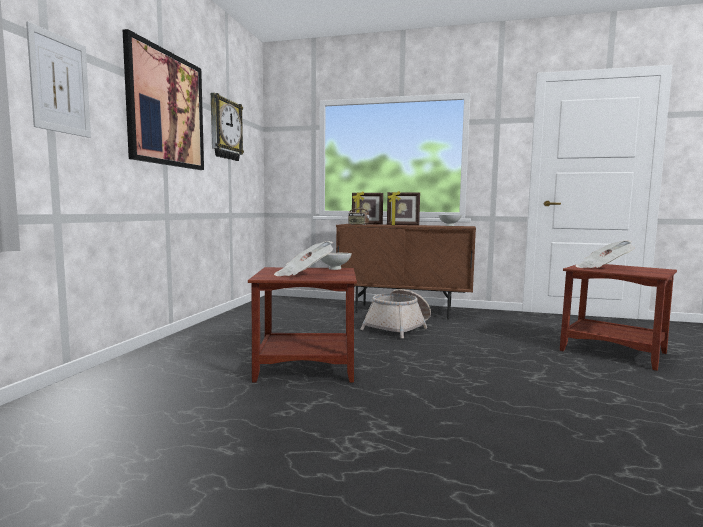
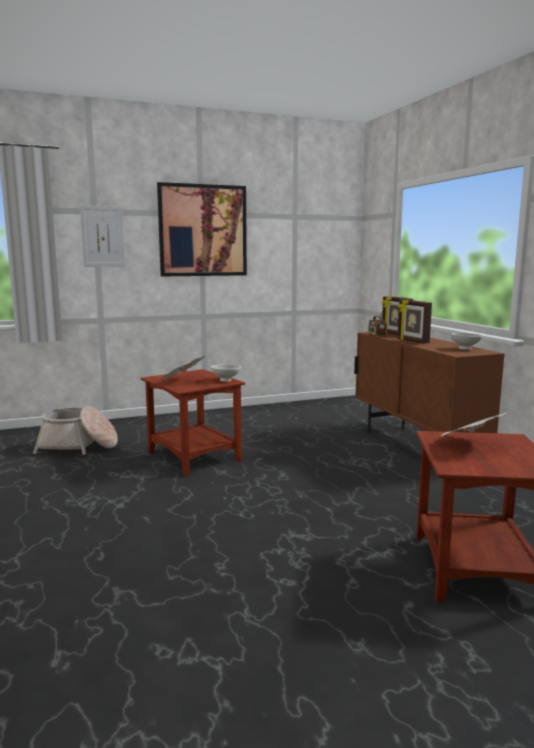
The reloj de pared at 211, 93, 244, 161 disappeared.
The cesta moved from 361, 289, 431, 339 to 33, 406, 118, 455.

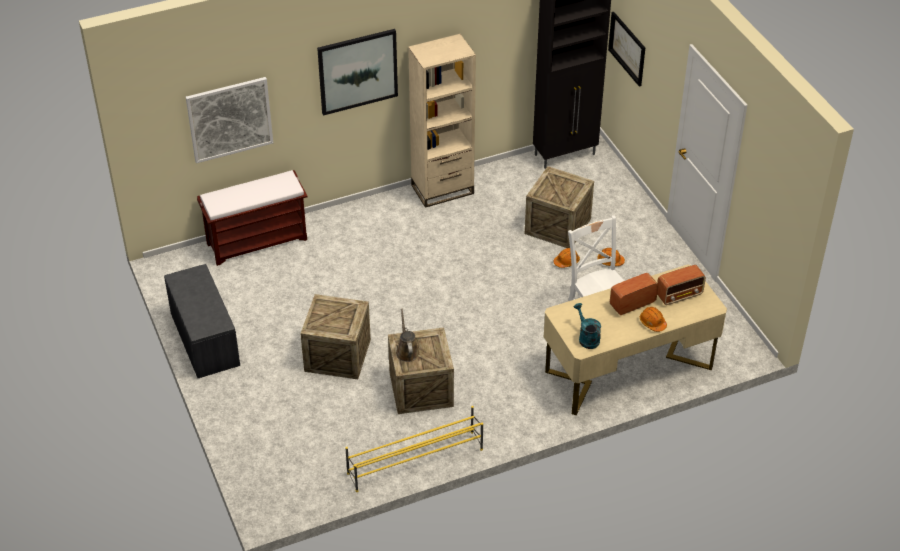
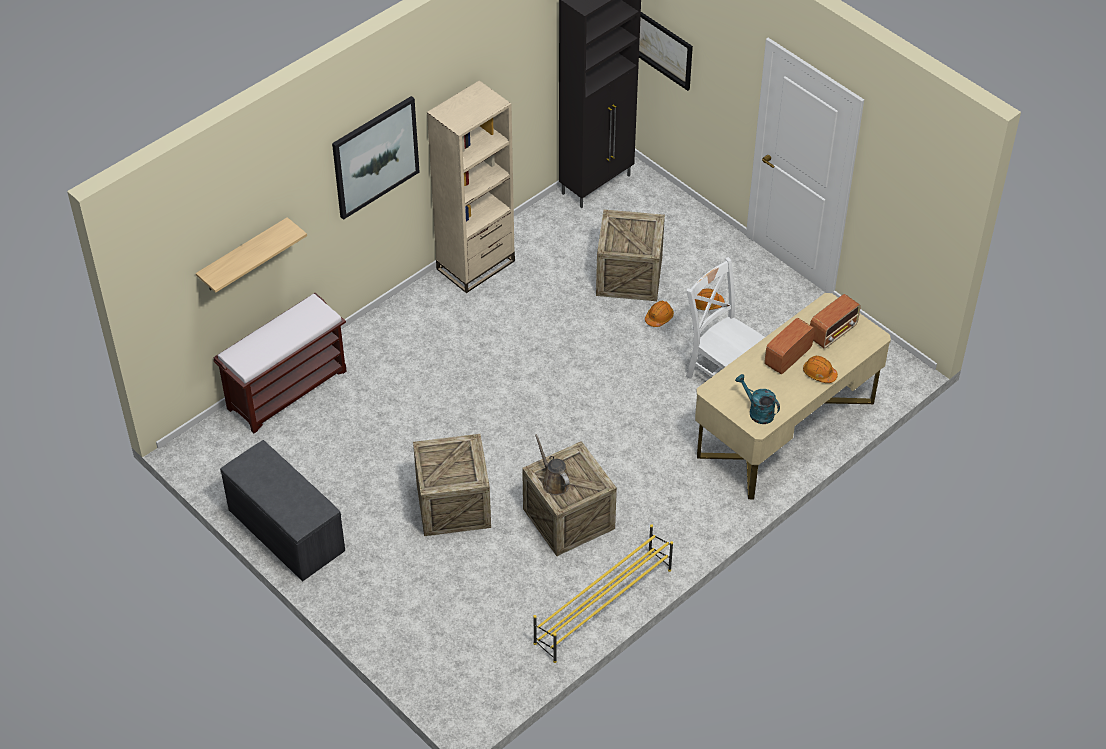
The cuadro at 186, 77, 273, 163 was replaced by the estante at 196, 217, 307, 293.

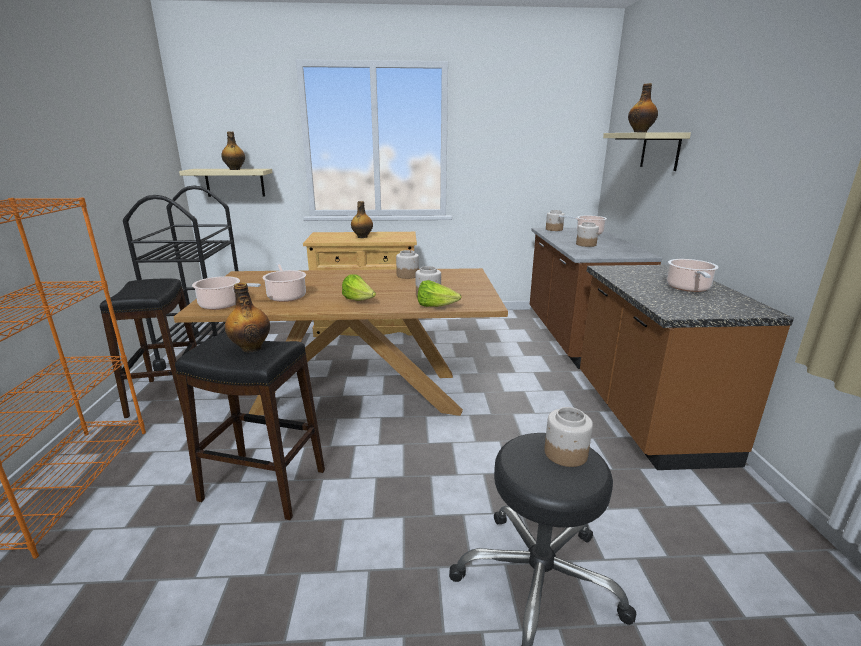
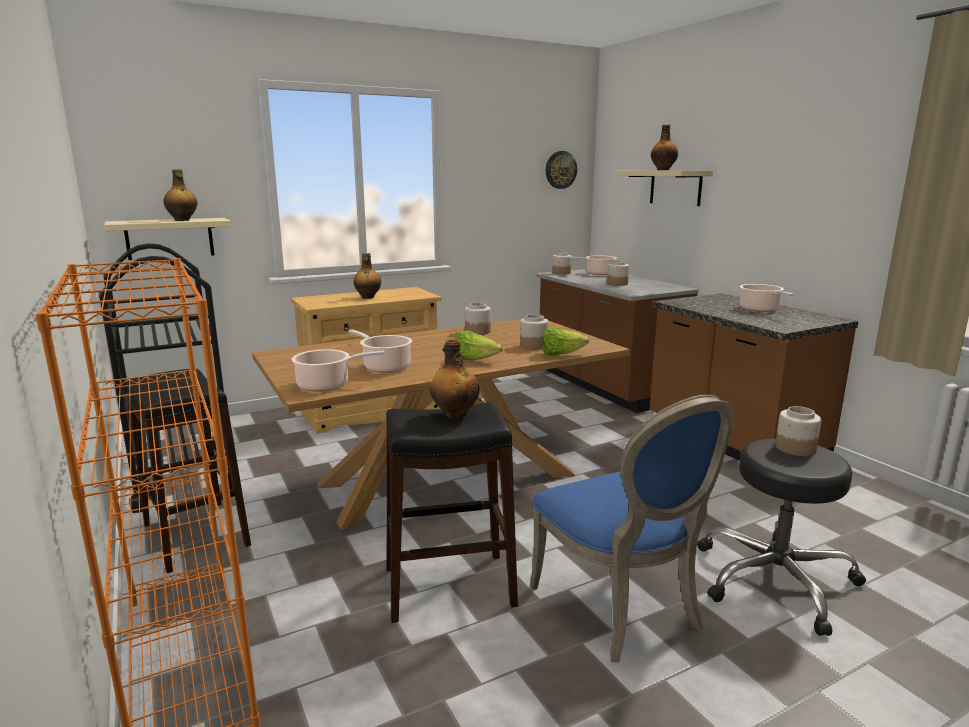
The reloj de pared at 546, 151, 577, 189 appeared.
The silla/azul at 530, 395, 735, 662 appeared.

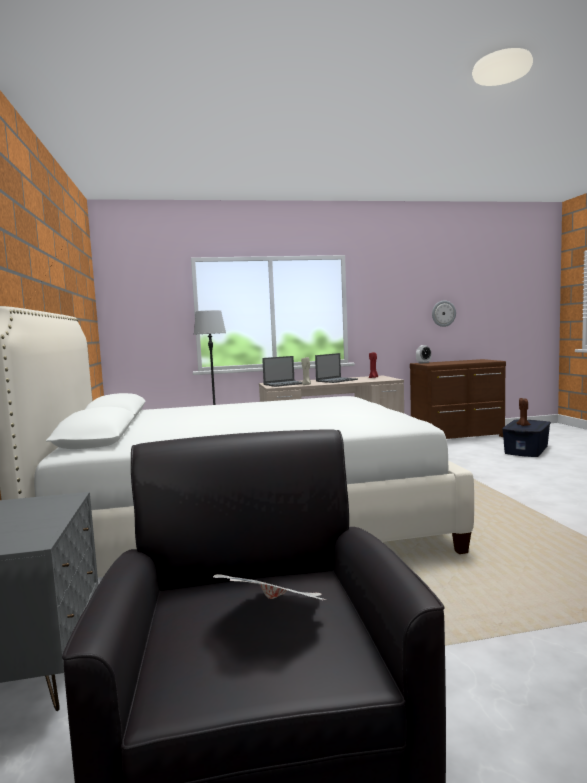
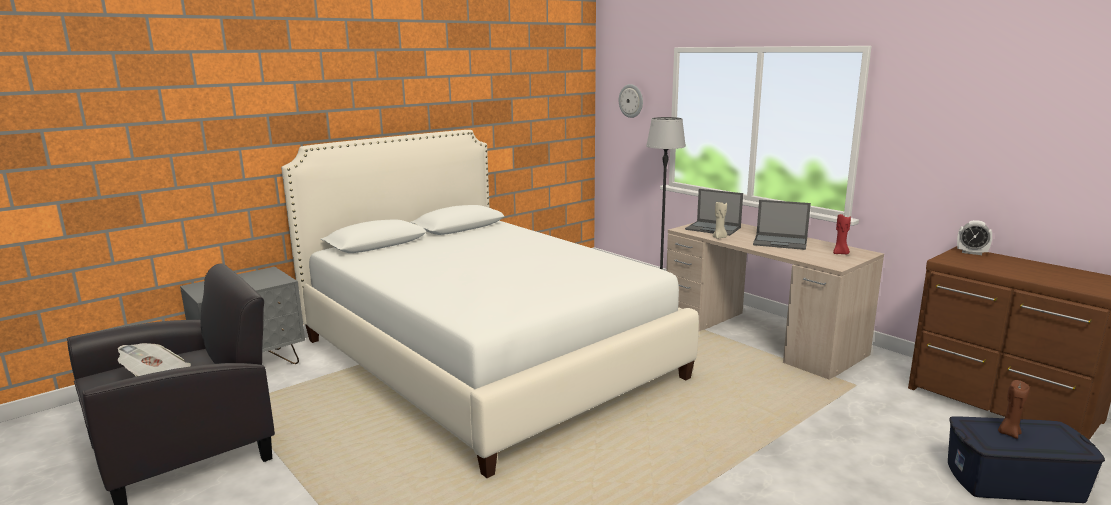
The reloj de pared moved from 432, 300, 456, 327 to 619, 84, 643, 118.

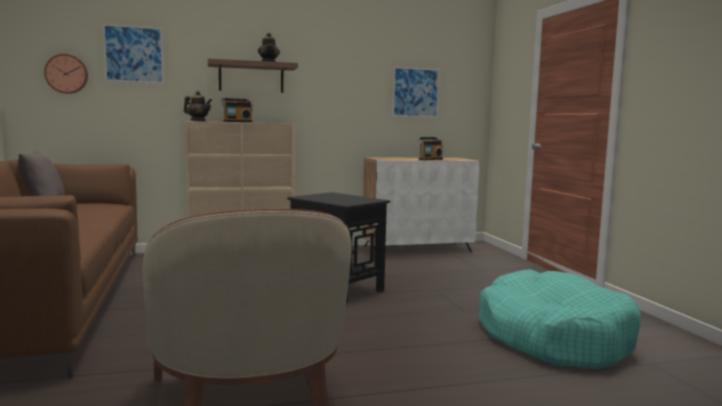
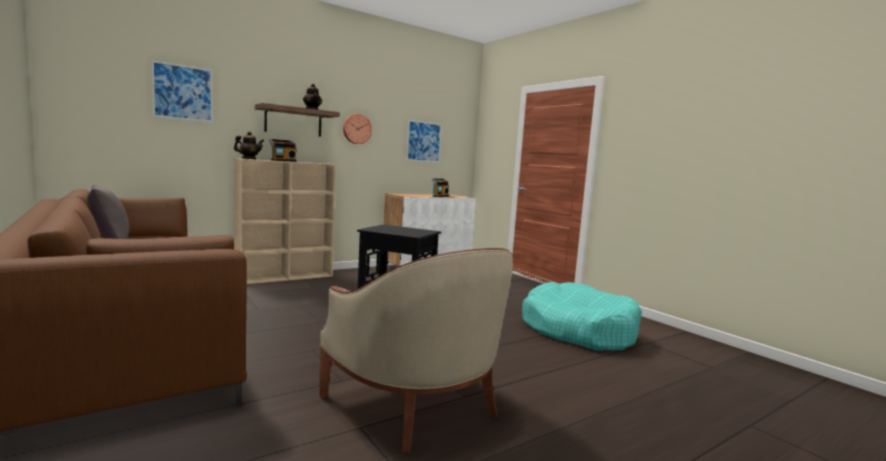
The reloj de pared moved from 44, 54, 88, 94 to 343, 114, 372, 144.

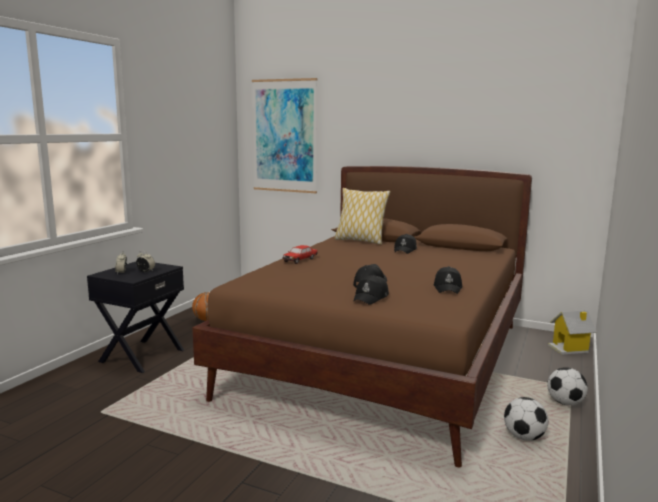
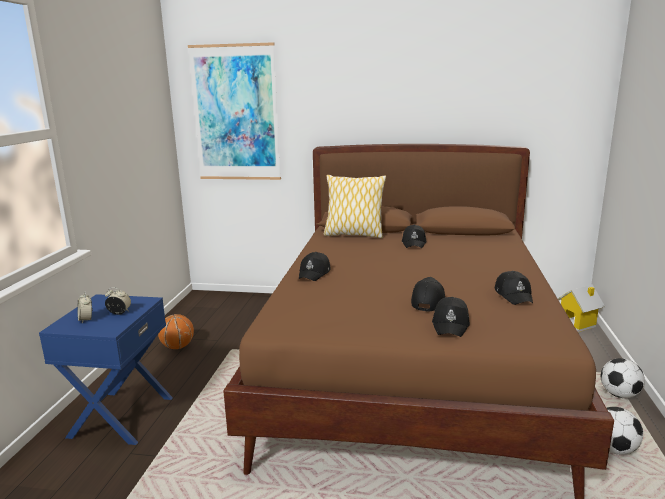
The coche de juguete at 282, 245, 318, 264 was replaced by the gorra/negro at 299, 252, 331, 281.
The mesita de noche/negro at 87, 262, 184, 373 became the mesita de noche/azul at 39, 294, 173, 445.

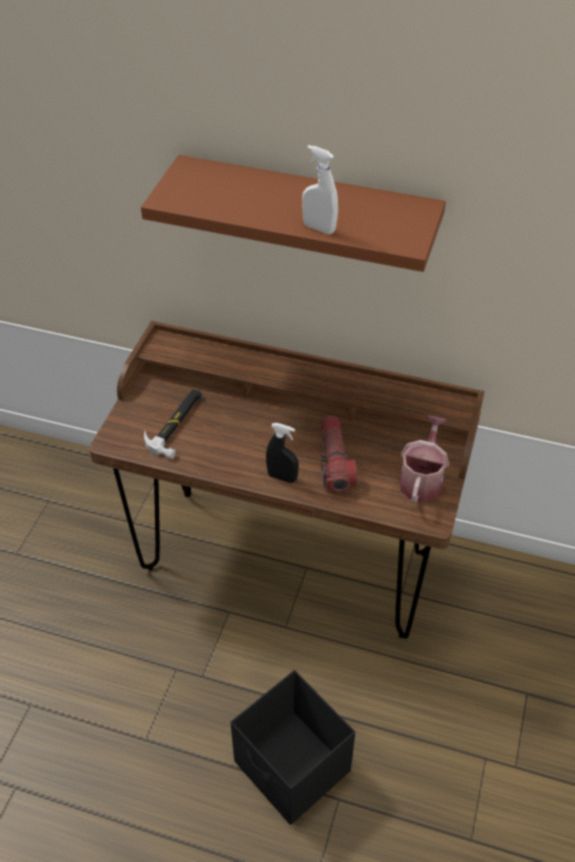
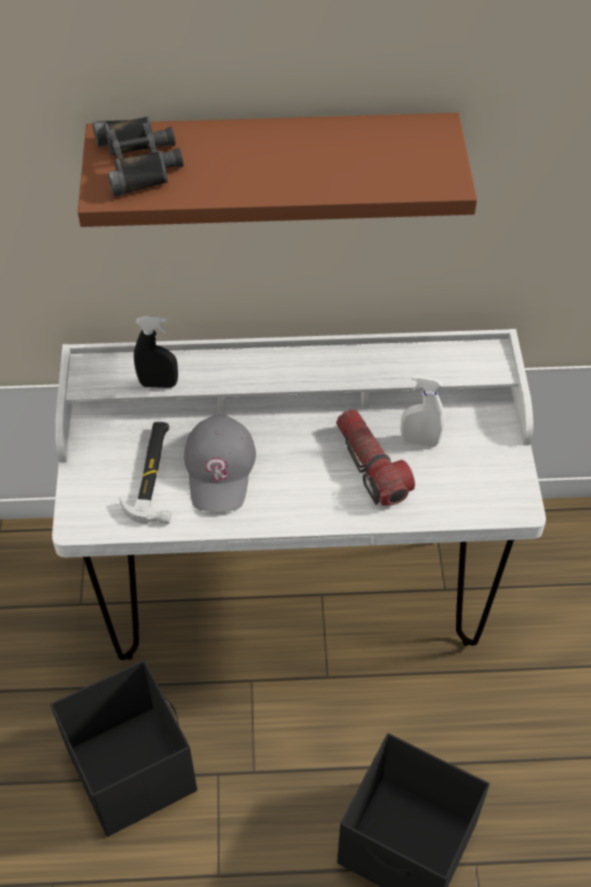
The pulverizador/blanco moved from 302, 145, 338, 234 to 401, 376, 445, 447.
The escritorio/marrón at 89, 321, 485, 639 became the escritorio/blanco at 52, 329, 546, 660.
The regadera at 399, 415, 449, 503 disappeared.
The pulverizador/negro moved from 266, 423, 299, 483 to 134, 317, 178, 388.
The prismáticos/negro at 93, 116, 183, 197 appeared.
The gorra/gris at 184, 415, 256, 511 appeared.
The caja de almacenaje/negro at 50, 660, 197, 837 appeared.

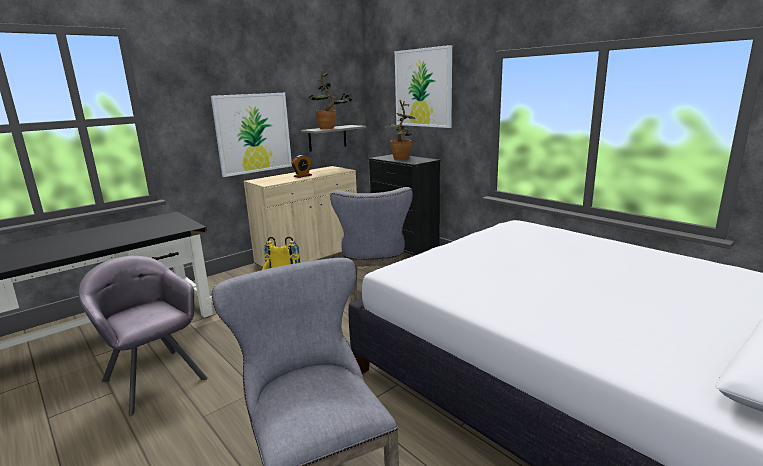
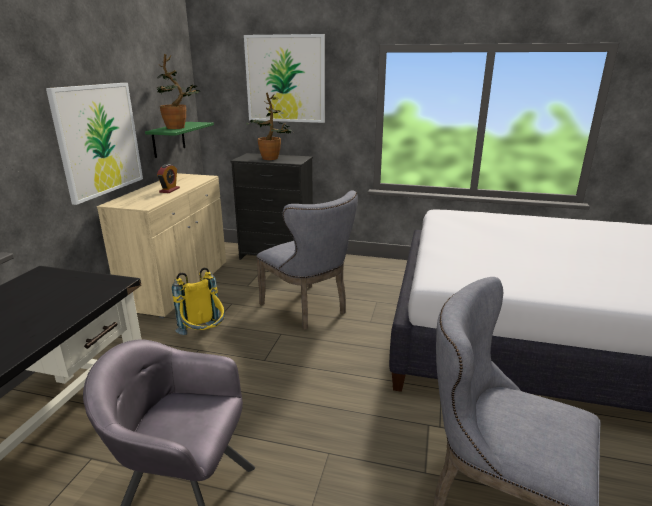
The estante/gris at 301, 125, 367, 151 became the estante/verde at 145, 122, 214, 158.

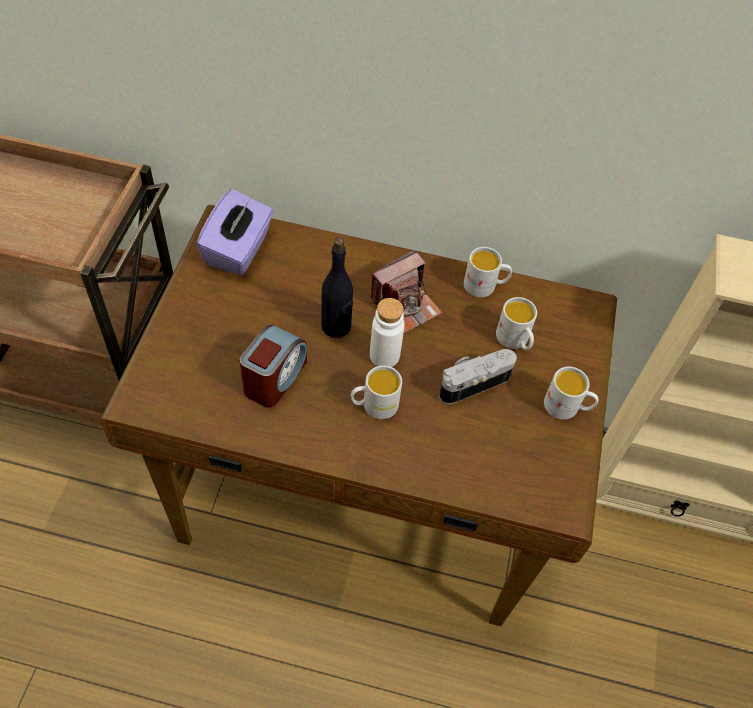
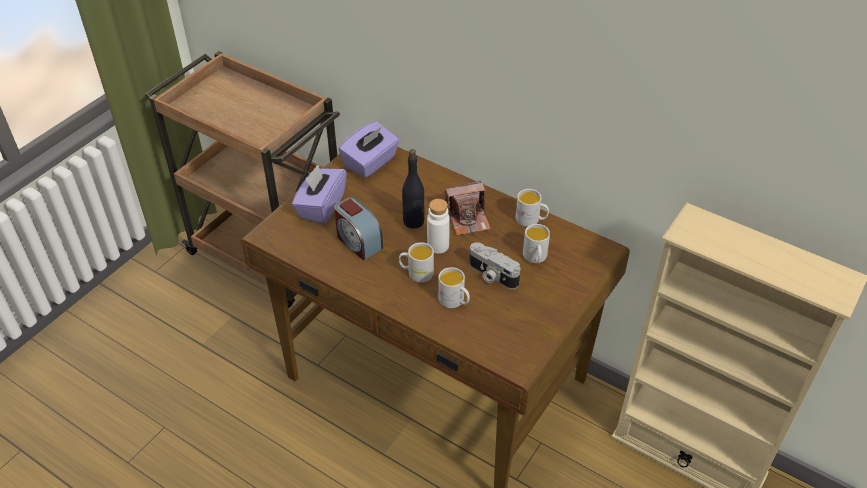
The despertador at 240, 325, 307, 408 turned 90 degrees clockwise.
The cámara at 439, 349, 517, 404 turned 135 degrees counterclockwise.
The taza grande/blanco moved from 544, 367, 598, 420 to 438, 267, 470, 308.
The caja de pañuelos/morado at 292, 164, 347, 224 appeared.

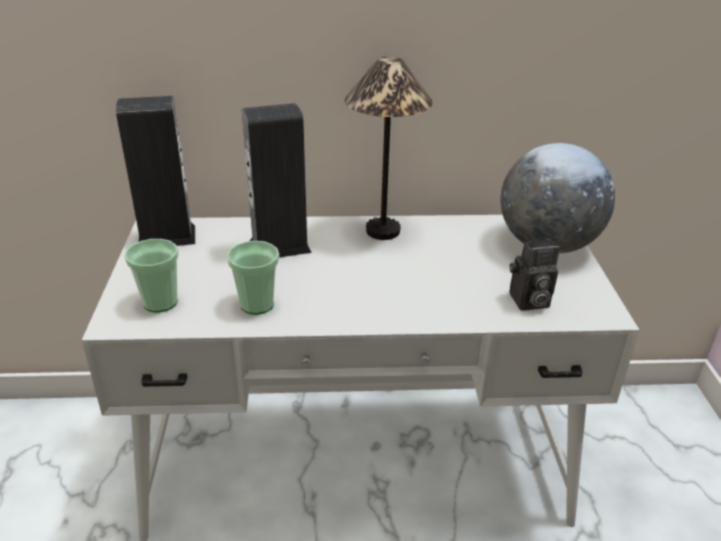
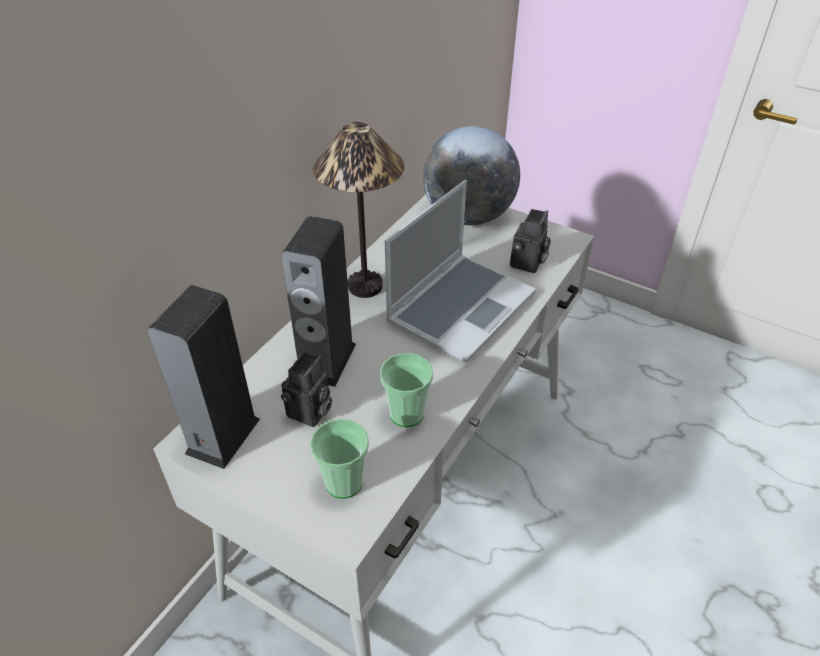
The portátil at 385, 180, 536, 363 appeared.
The cámara at 281, 352, 332, 427 appeared.

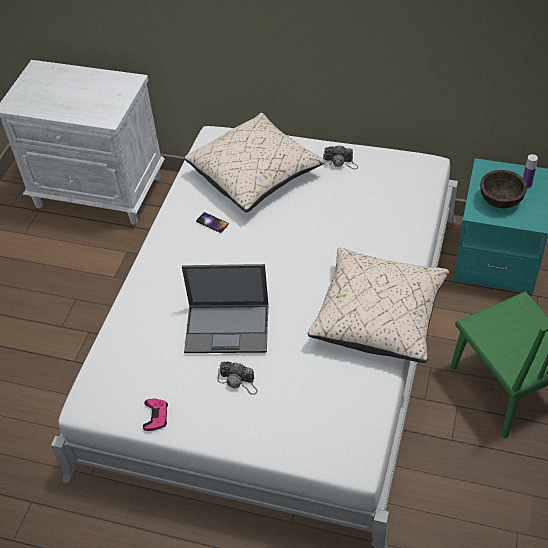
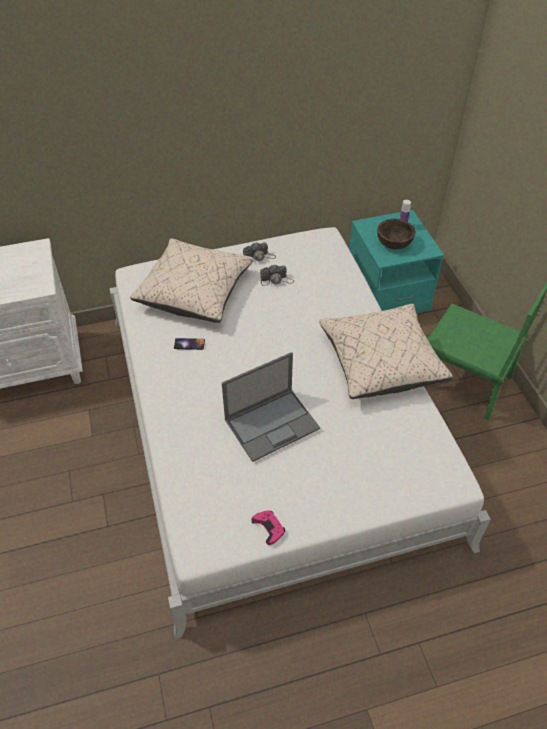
The cámara moved from 217, 361, 258, 395 to 260, 265, 294, 286.

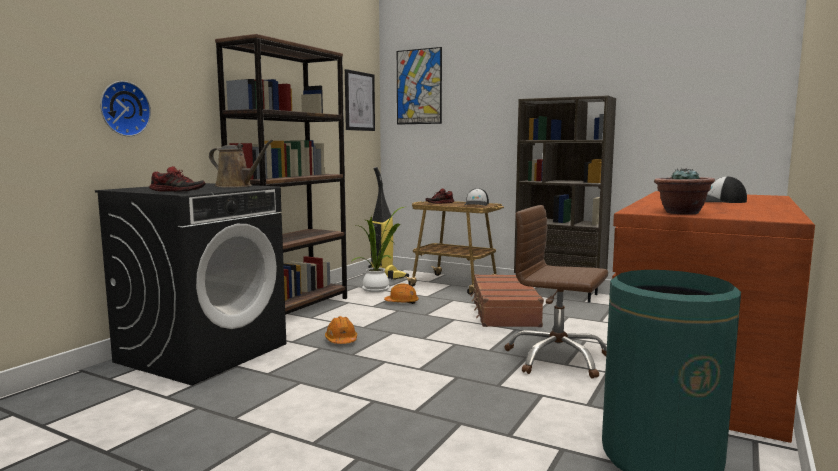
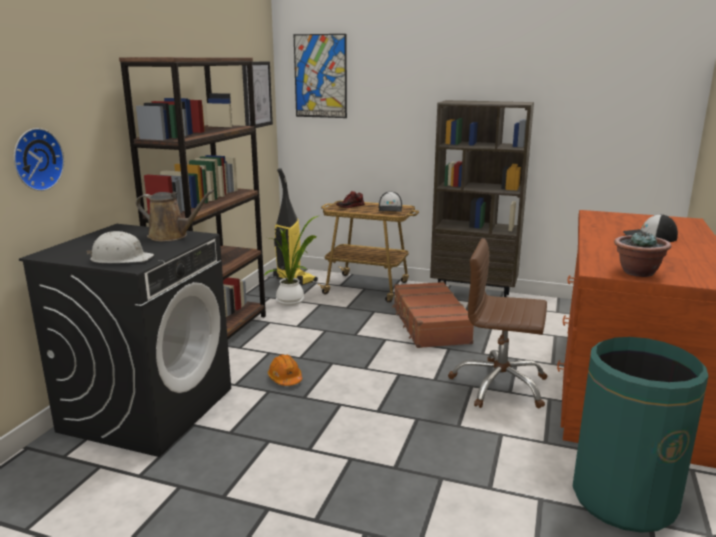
The zapato at 149, 166, 206, 192 was replaced by the casco/blanco at 87, 231, 154, 263.
The casco/naranja at 384, 283, 419, 304 disappeared.

